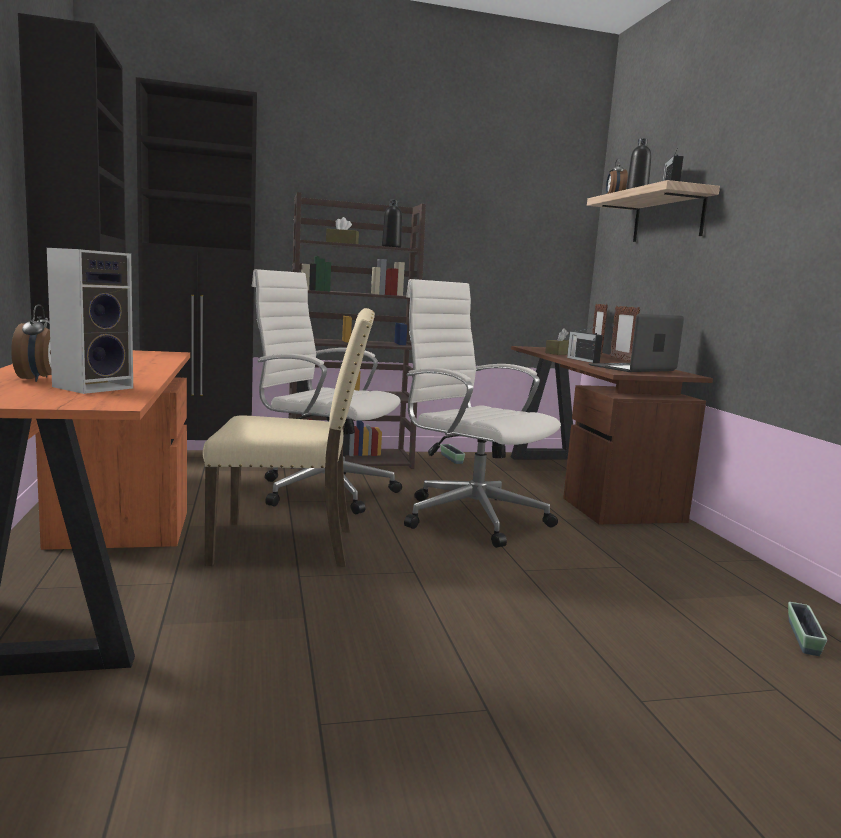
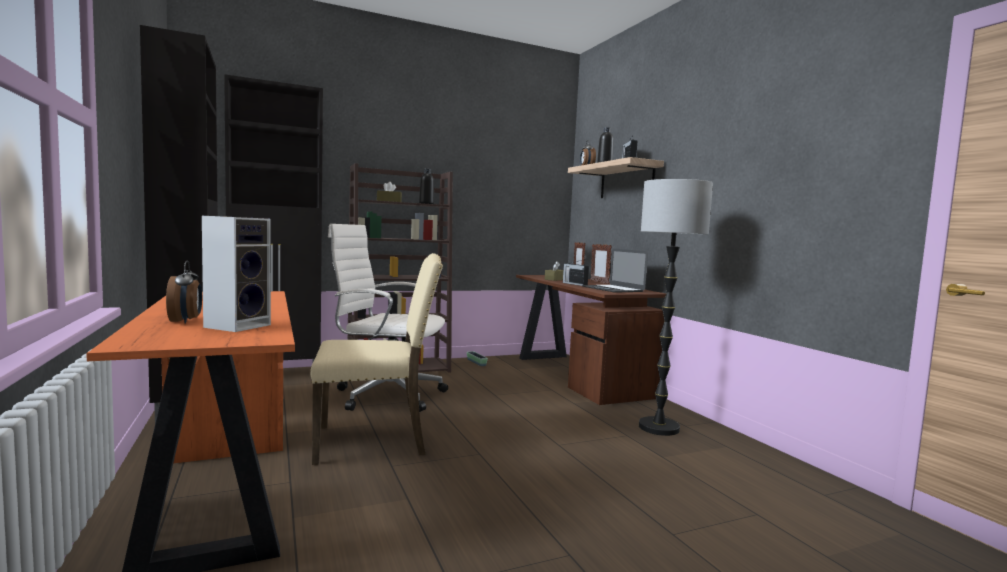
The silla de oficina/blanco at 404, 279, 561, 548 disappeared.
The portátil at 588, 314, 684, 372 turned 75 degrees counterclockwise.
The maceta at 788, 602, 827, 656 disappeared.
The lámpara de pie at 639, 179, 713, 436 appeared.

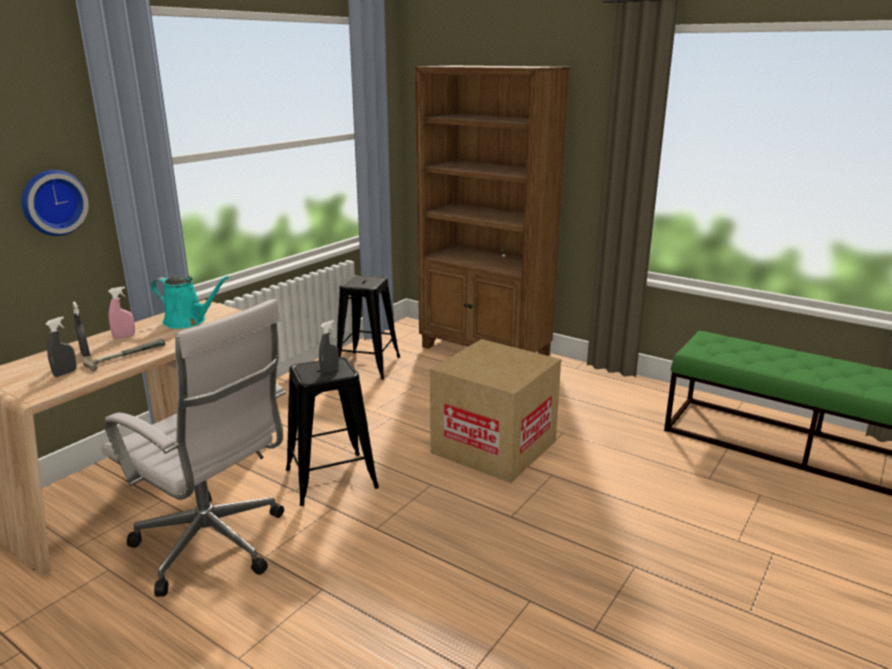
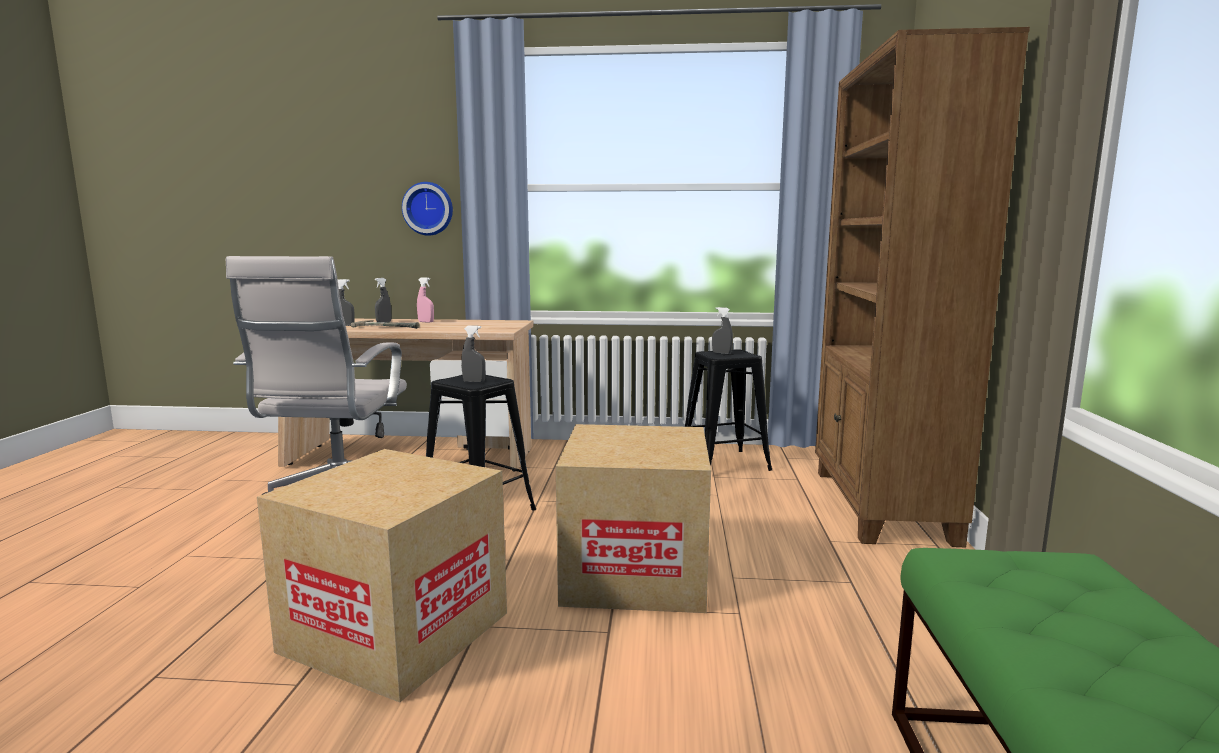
The regadera/turquesa at 151, 276, 229, 329 disappeared.
The pulverizador/gris at 712, 307, 733, 354 appeared.
The caja de cartón at 257, 449, 507, 702 appeared.

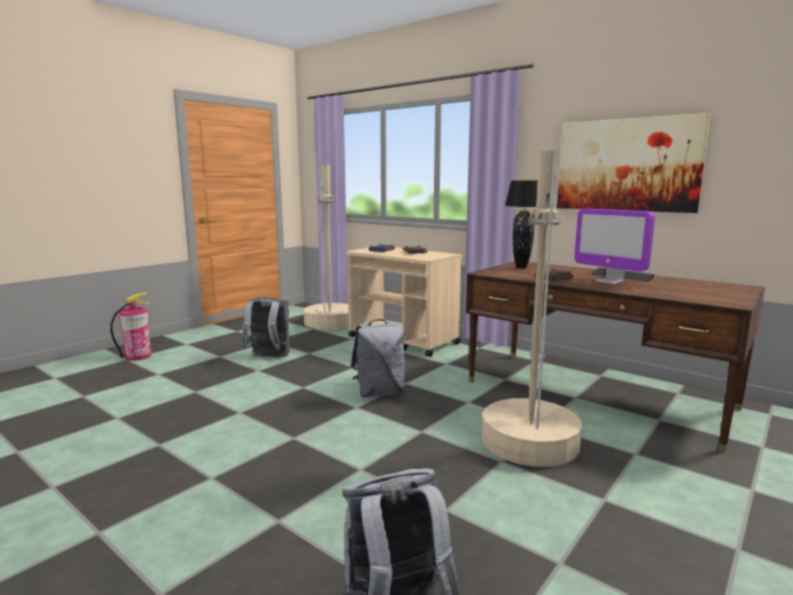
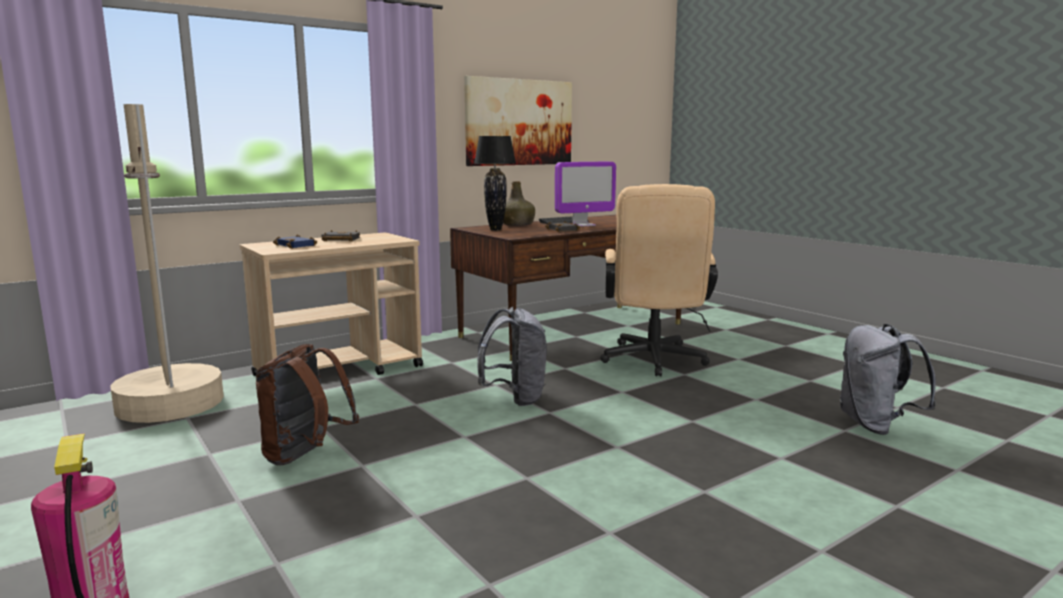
The lámpara de pie/beis at 482, 150, 582, 467 was replaced by the silla de oficina/beis at 600, 184, 718, 377.
The mochila/gris at 241, 296, 290, 357 became the mochila/marrón at 256, 344, 359, 465.
The botella/verde at 503, 181, 535, 226 appeared.

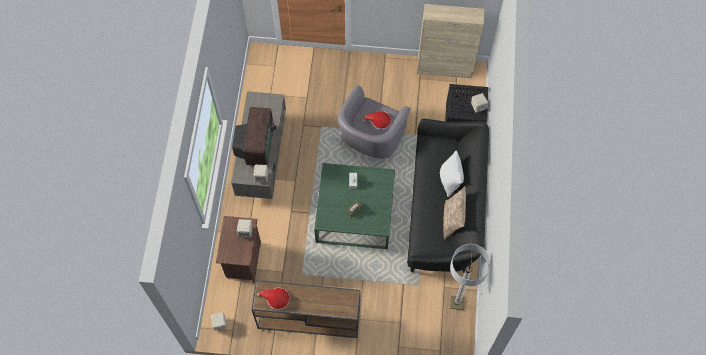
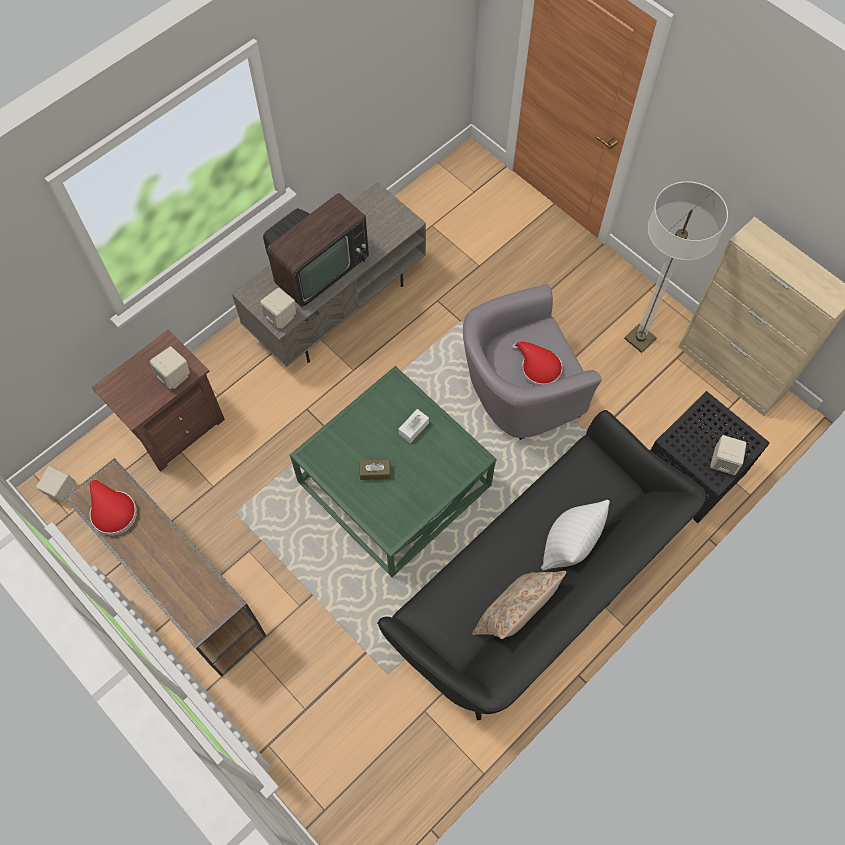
The lámpara de pie moved from 450, 244, 491, 310 to 624, 181, 728, 353.

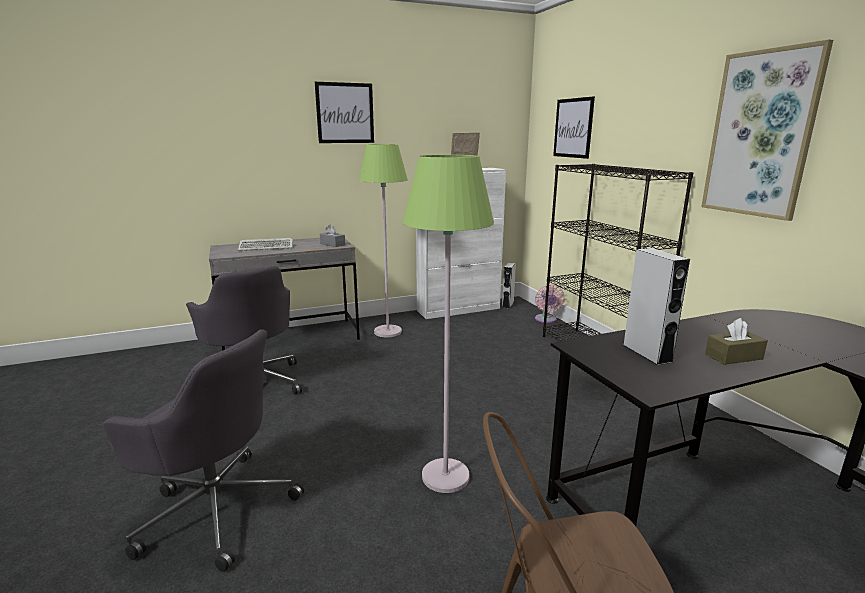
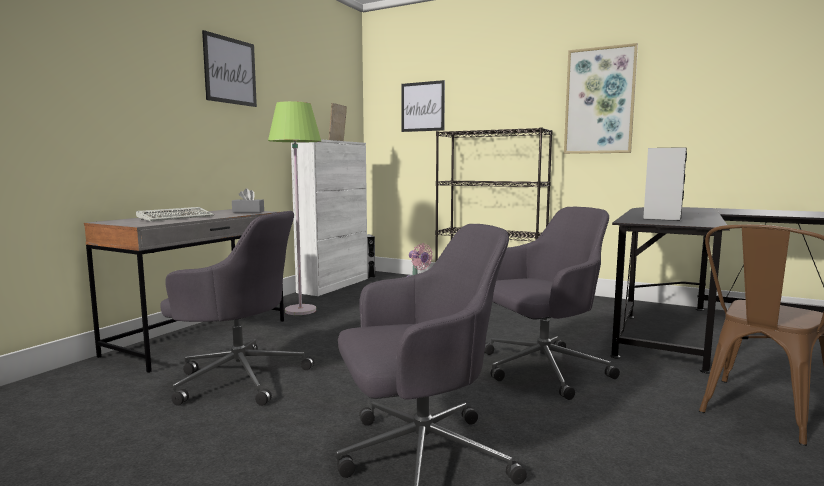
The lámpara de pie/verde at 403, 155, 494, 493 was replaced by the silla de oficina/gris at 484, 207, 620, 400.
The caja de pañuelos/marrón at 705, 318, 768, 365 disappeared.

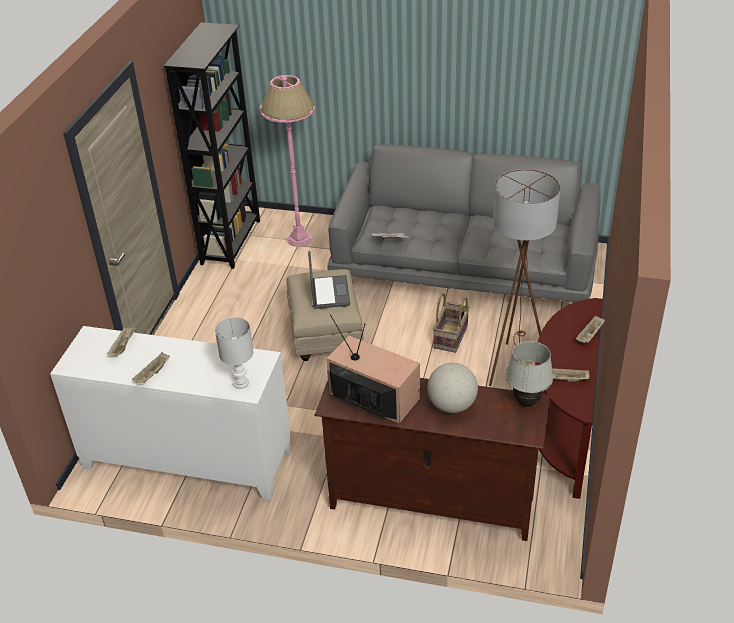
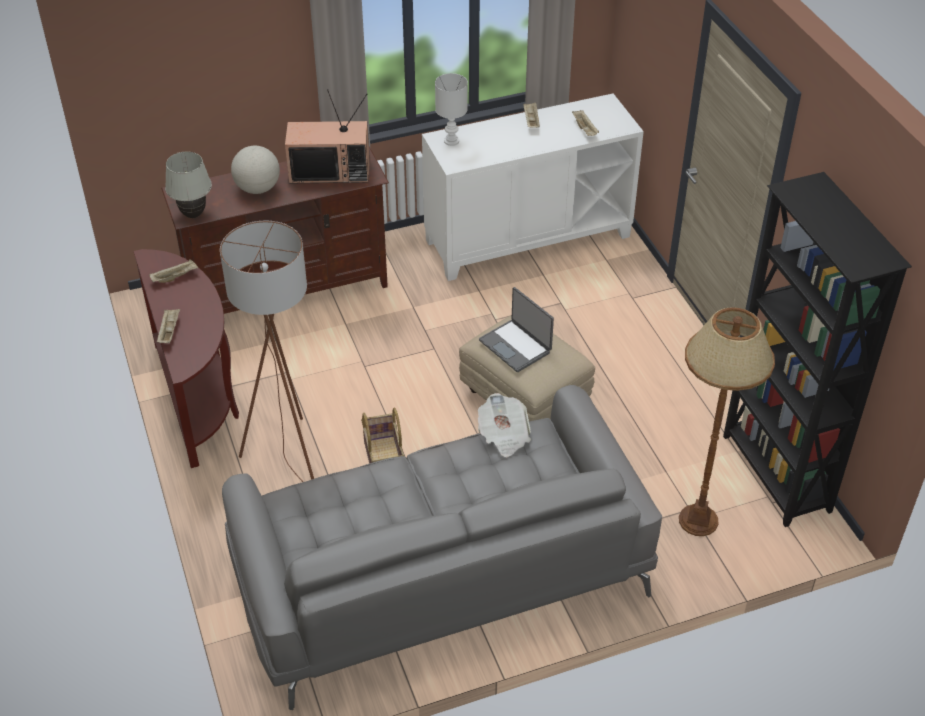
The lámpara de pie/rosa at 260, 75, 315, 247 became the lámpara de pie/marrón at 679, 307, 775, 536.

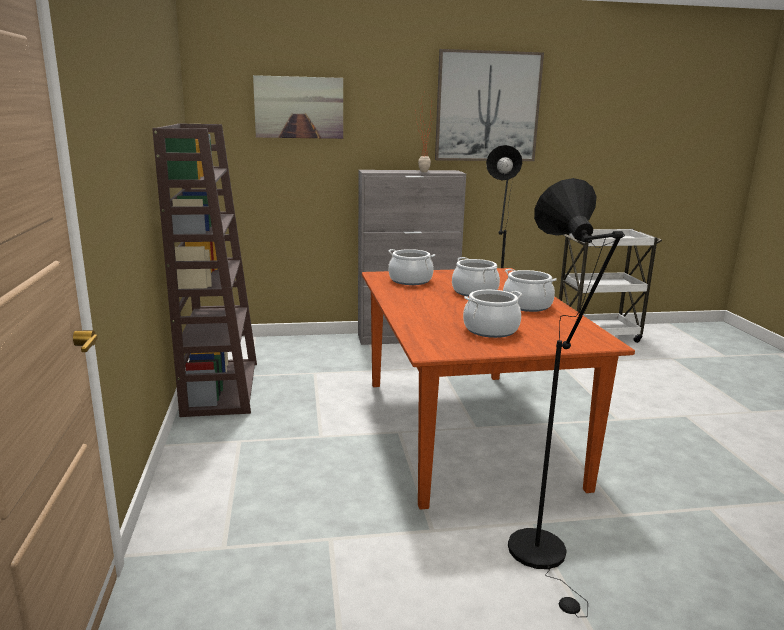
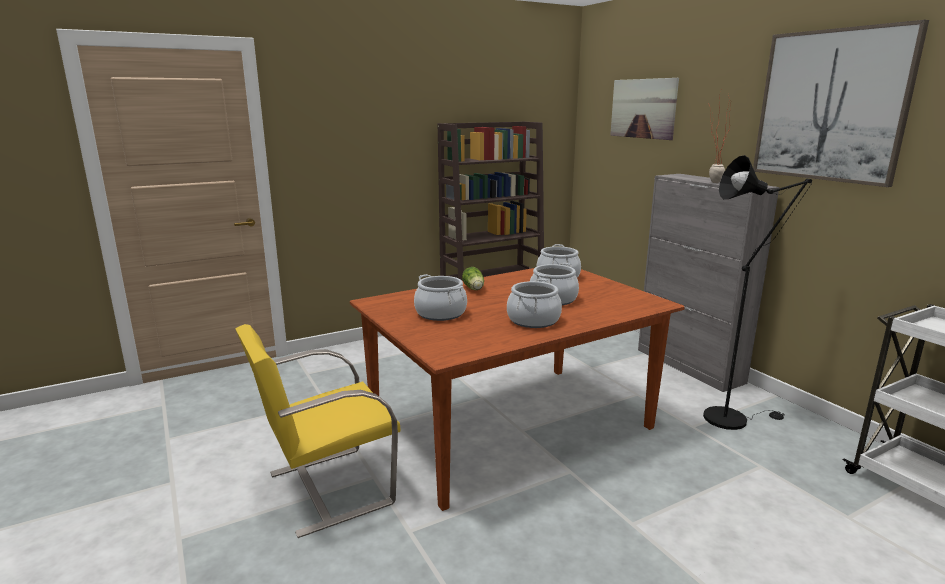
The lámpara de pie/negro at 508, 178, 625, 617 was replaced by the silla/amarillo at 236, 324, 401, 538.
The lechuga at 462, 267, 484, 290 appeared.

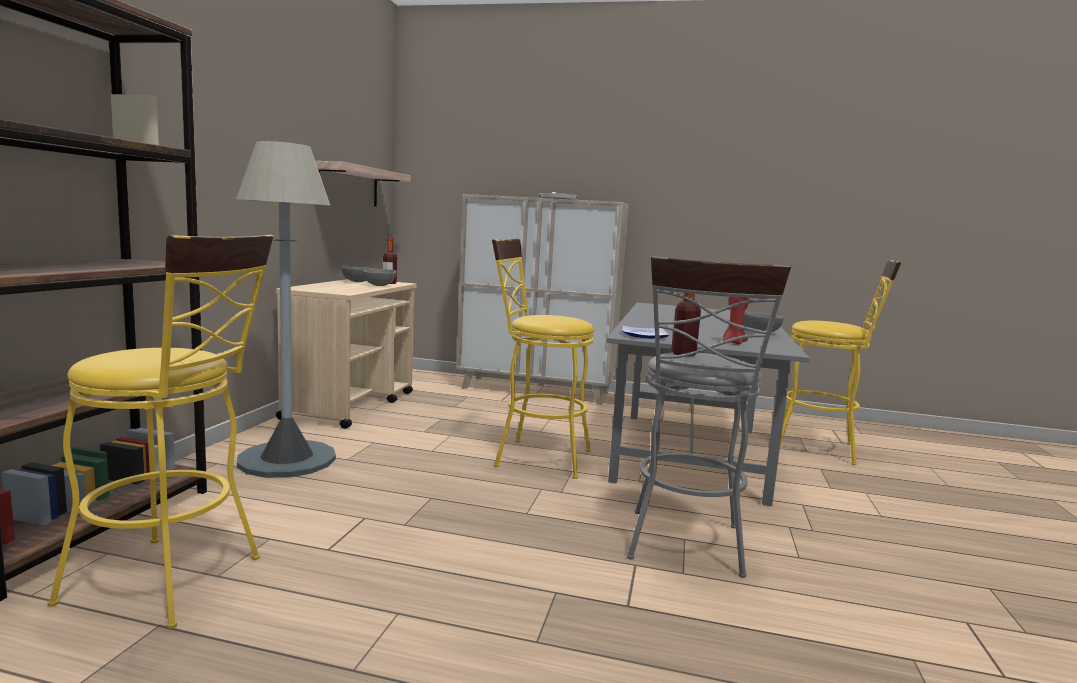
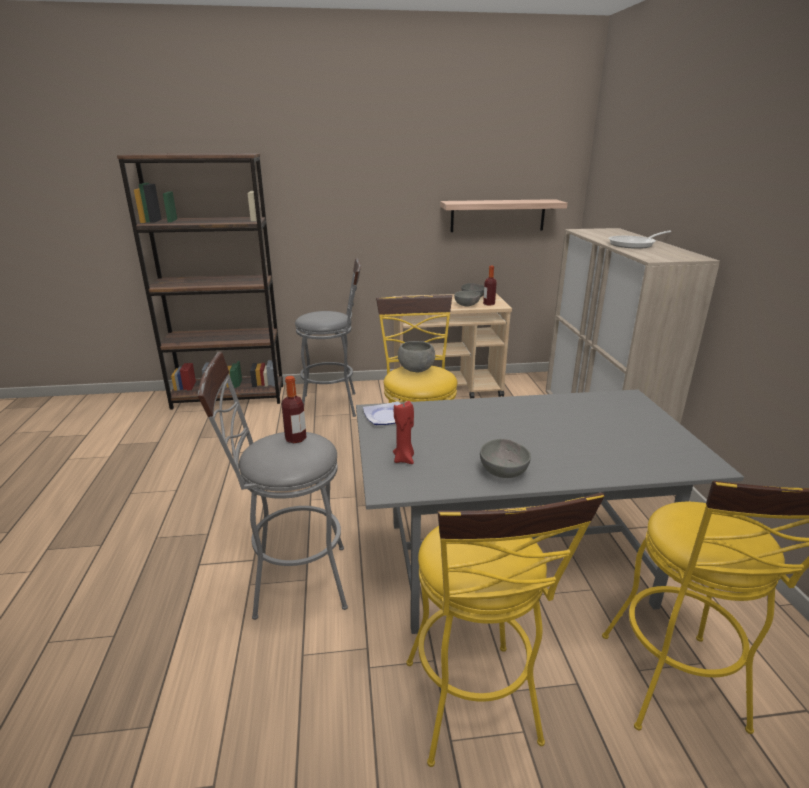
The lámpara de pie/gris at 236, 141, 336, 478 was replaced by the taburete/gris at 295, 258, 361, 417.
The taburete/amarillo moved from 47, 235, 274, 629 to 406, 493, 605, 767.
The cuenco/gris at 398, 341, 435, 372 appeared.

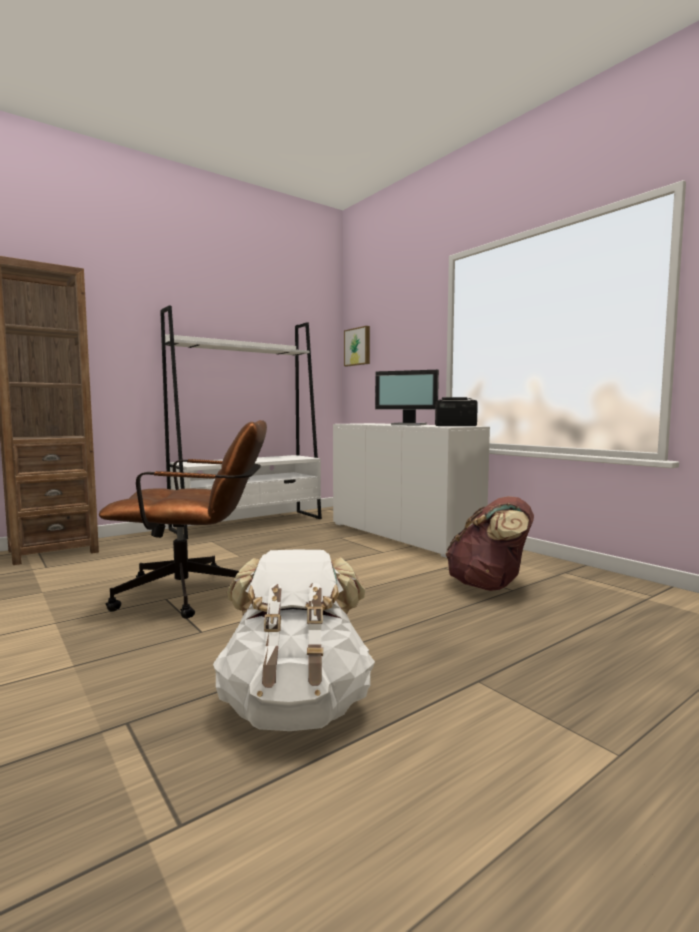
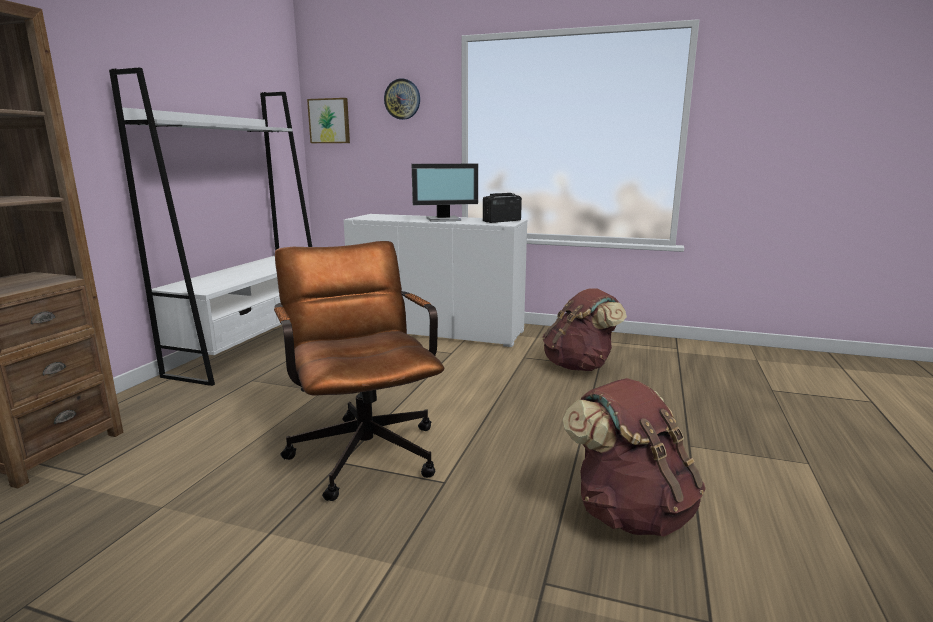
The silla de oficina/marrón at 99, 420, 267, 619 turned 75 degrees counterclockwise.
The mochila/blanco at 213, 550, 375, 731 became the mochila/marrón at 563, 378, 706, 537.
The reloj de pared at 384, 78, 420, 120 appeared.

